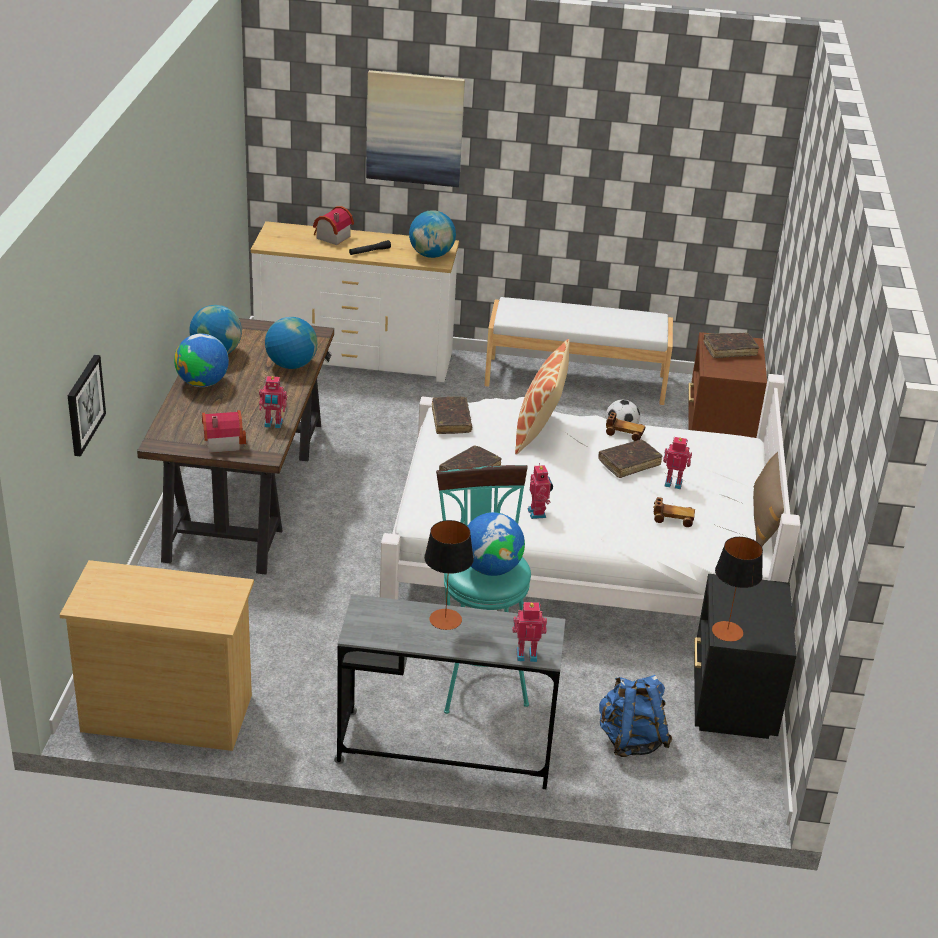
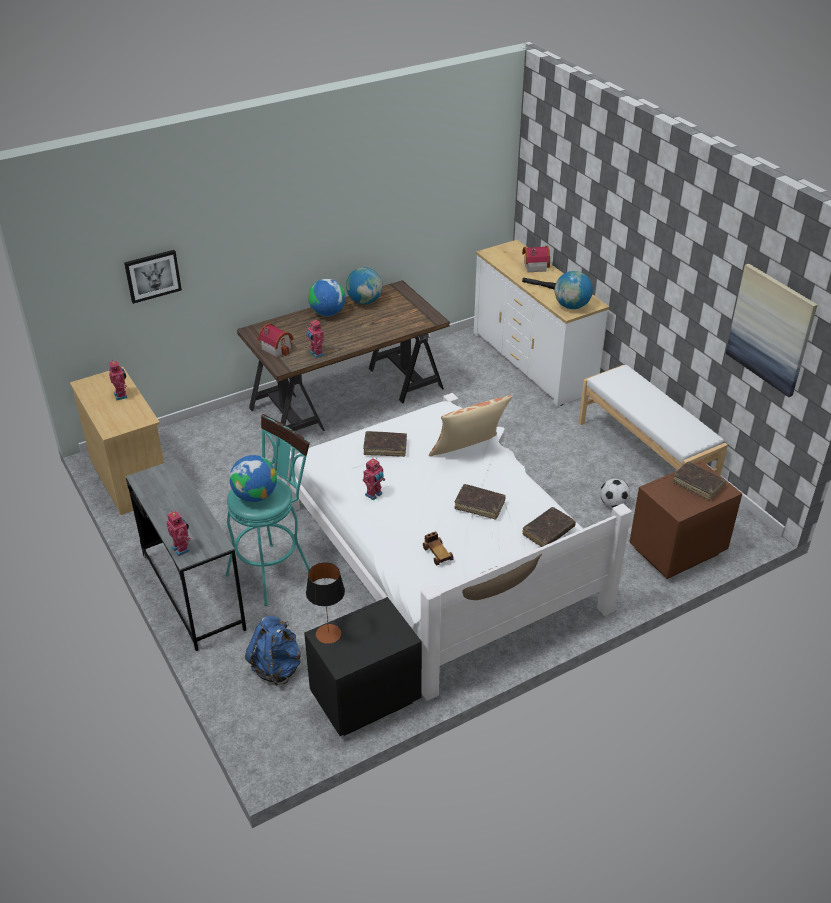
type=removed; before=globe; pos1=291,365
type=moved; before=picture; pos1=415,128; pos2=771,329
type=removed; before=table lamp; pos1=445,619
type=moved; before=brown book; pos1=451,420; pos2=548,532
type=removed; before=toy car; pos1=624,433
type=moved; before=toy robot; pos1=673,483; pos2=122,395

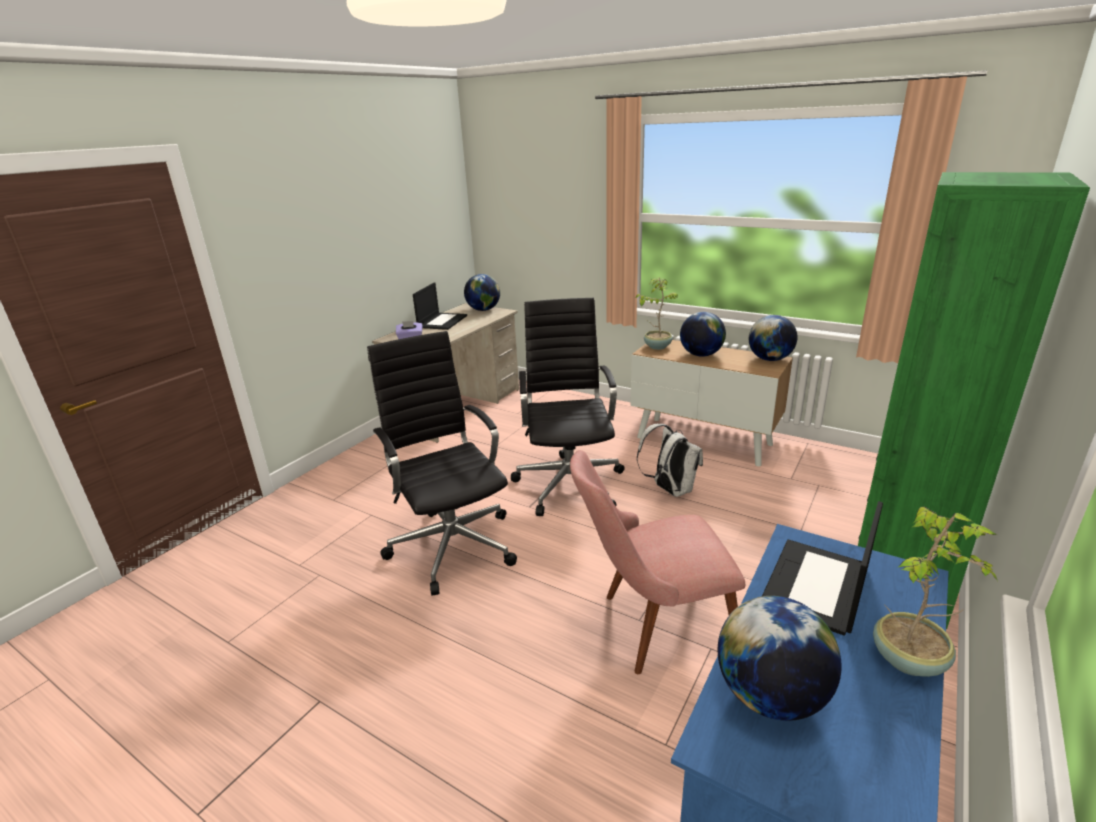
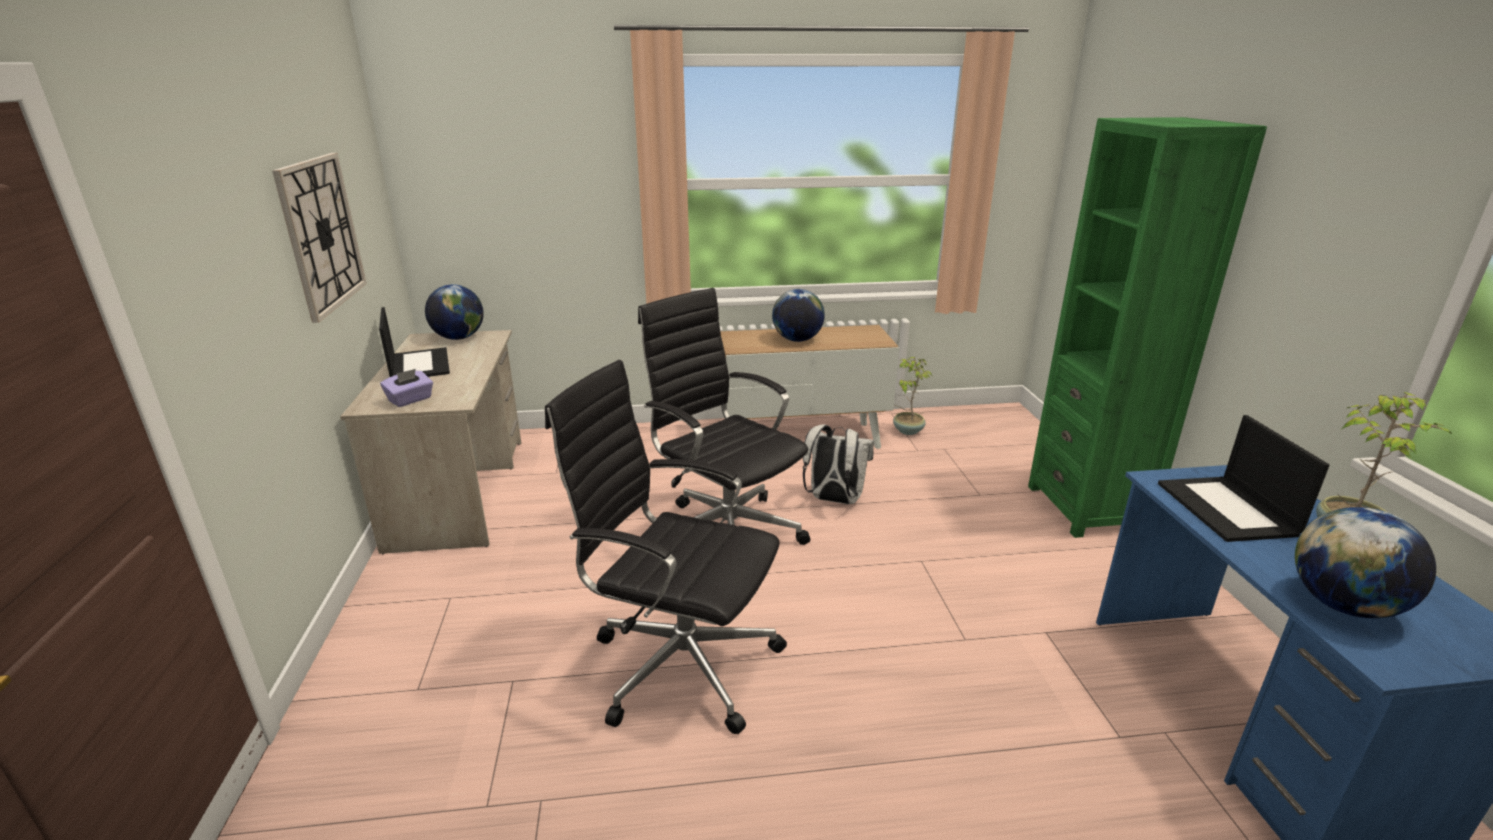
type=removed; before=pink chair; pos1=652,627
type=moved; before=potted plant; pos1=657,346; pos2=907,431
type=removed; before=globe; pos1=770,359
type=added; after=wall clock; pos2=322,234

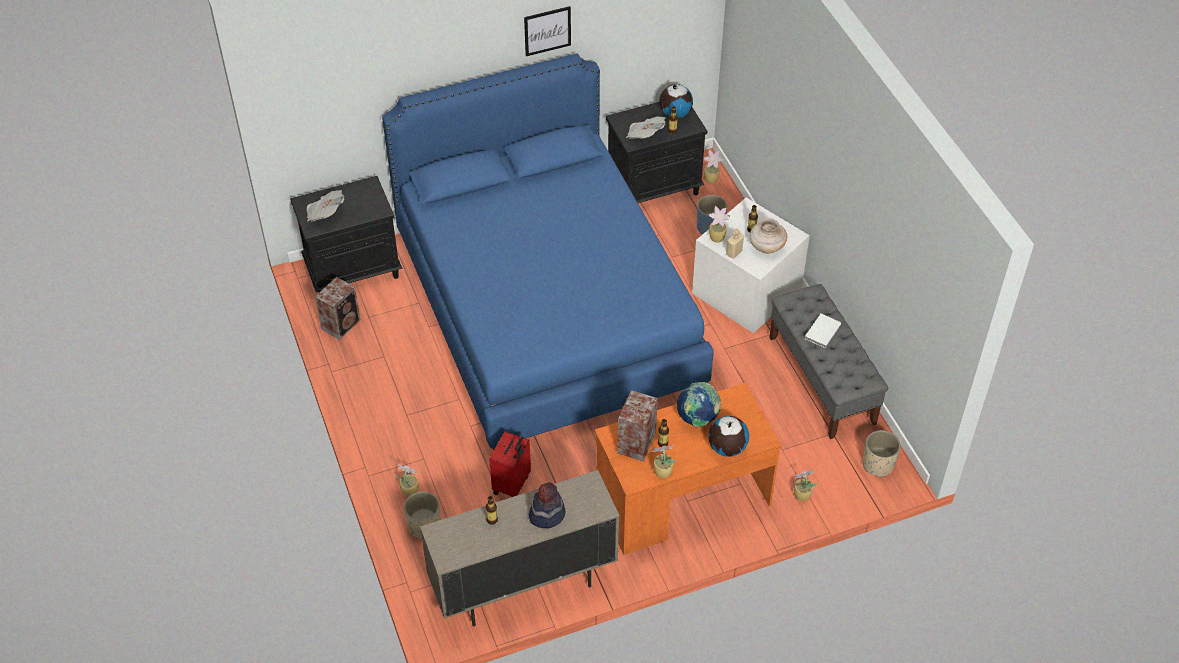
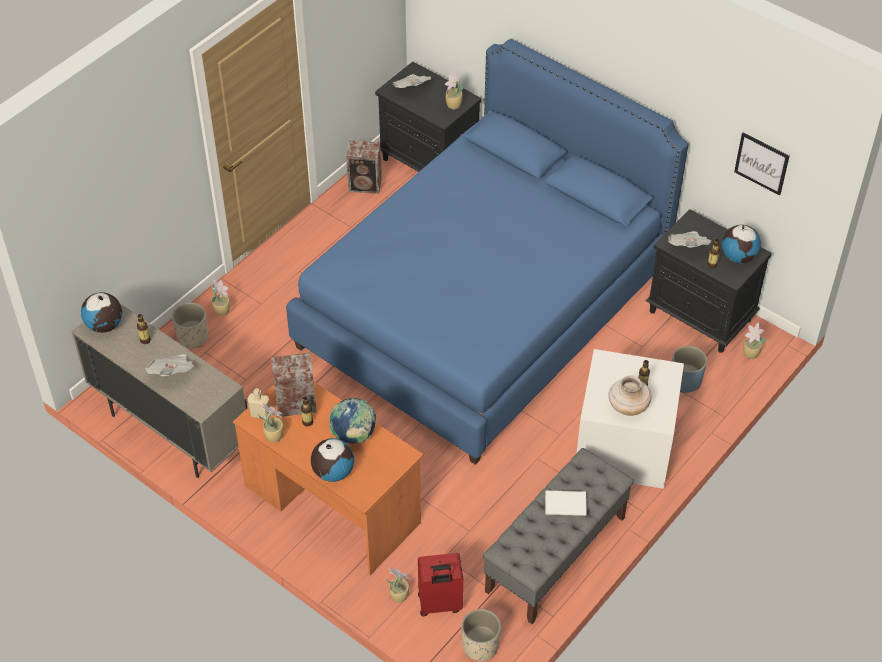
type=moved; before=red suitcase; pos1=512,485; pos2=439,604
type=moved; before=picture; pos1=547,30; pos2=761,163
type=replaced; before=hat; after=newspaper; pos1=546,514; pos2=172,373
type=moved; before=potted plant; pos1=717,238; pos2=453,106
type=moved; before=beige bottle; pos1=734,253; pos2=260,414
type=added; after=globe; pos2=105,325

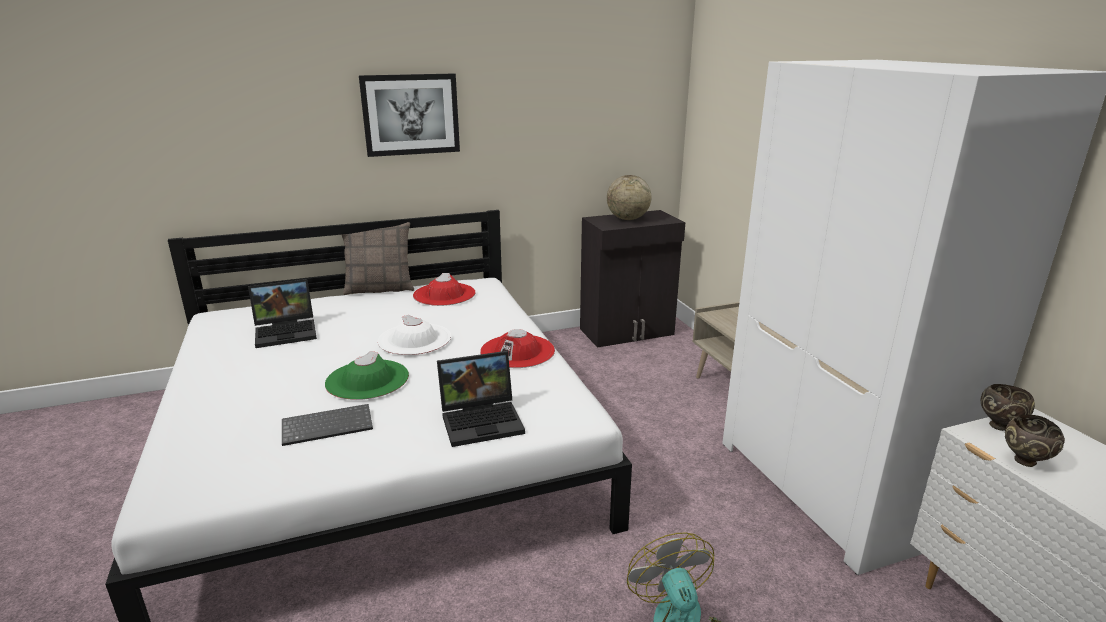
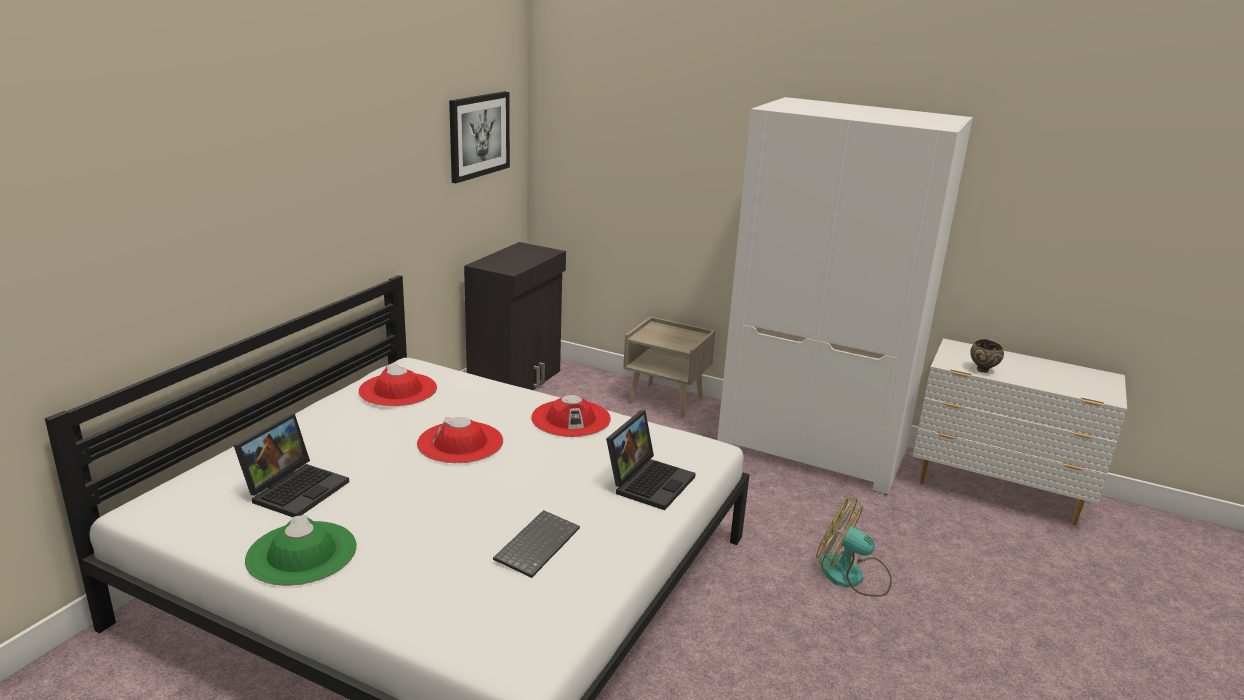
type=moved; before=green hat; pos1=367,380; pos2=301,553
type=removed; before=pillow; pos1=380,289
type=moved; before=picture; pos1=411,114; pos2=479,135
type=recoloured; before=white hat; after=red hat; pos1=414,339; pos2=460,442
type=removed; before=globe; pos1=627,219
type=removed; before=brown bowl; pos1=1000,426

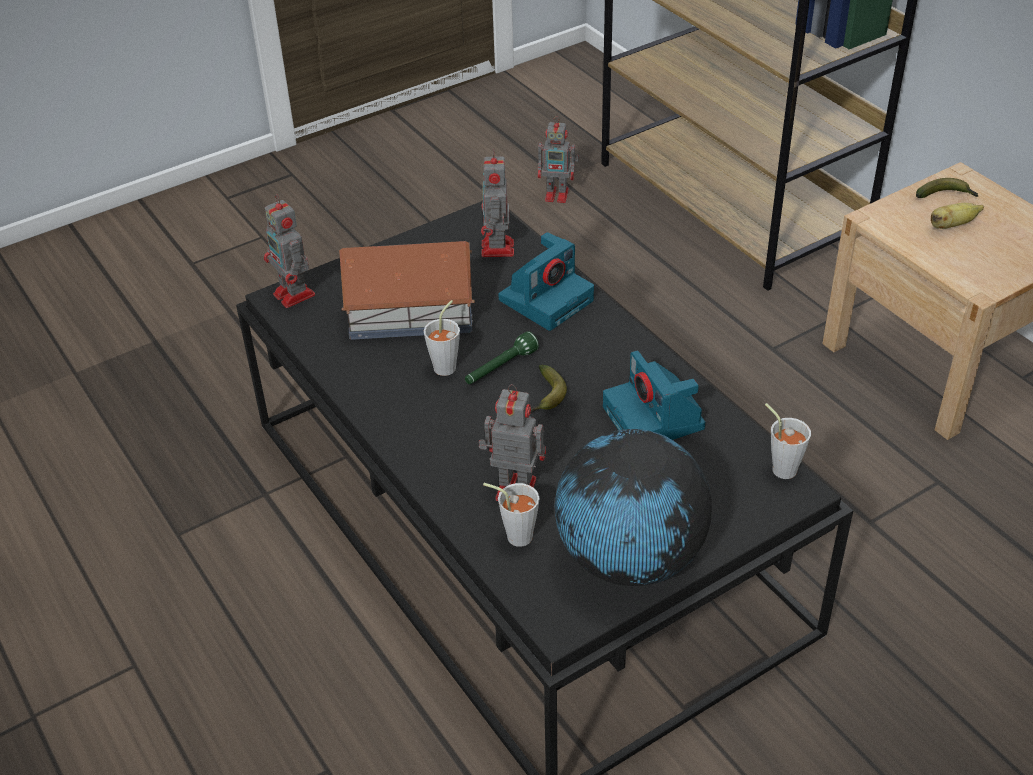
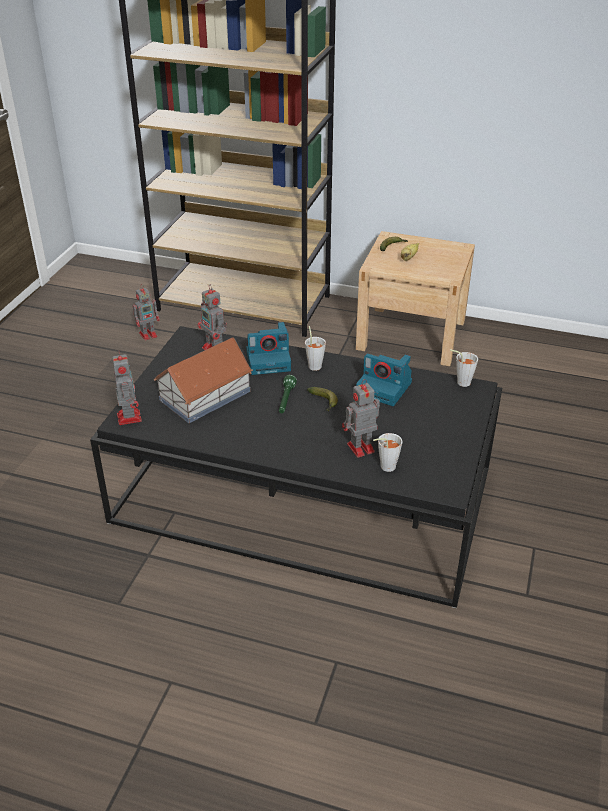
type=turned; before=toy robot; pos1=295,296; pos2=129,416; turn=-120
type=moved; before=grey cup; pos1=447,365; pos2=314,365
type=turned; before=photo camera; pos1=546,299; pos2=269,360; turn=75
type=removed; before=globe; pos1=629,558

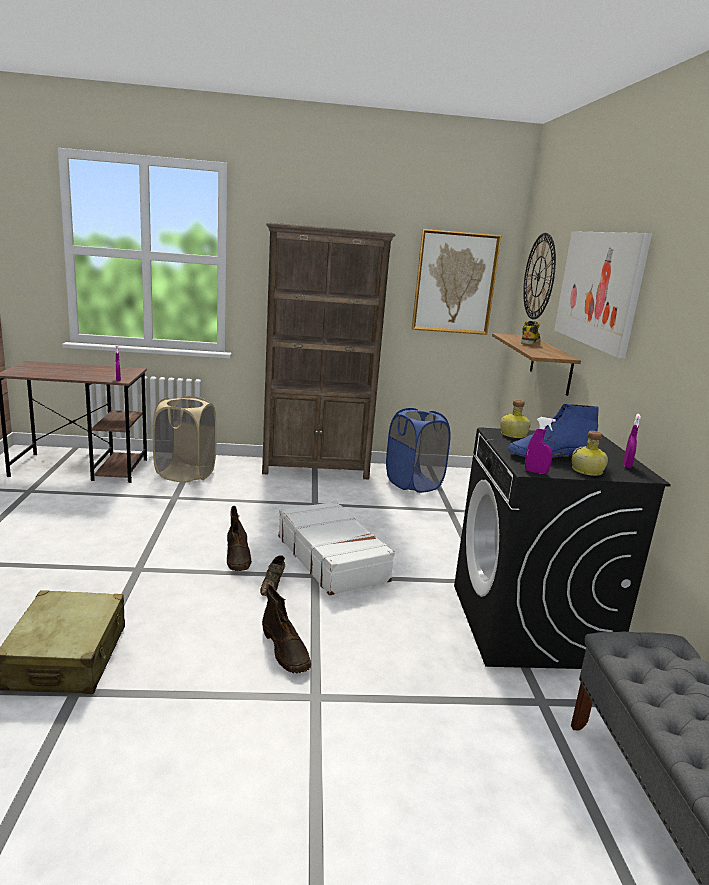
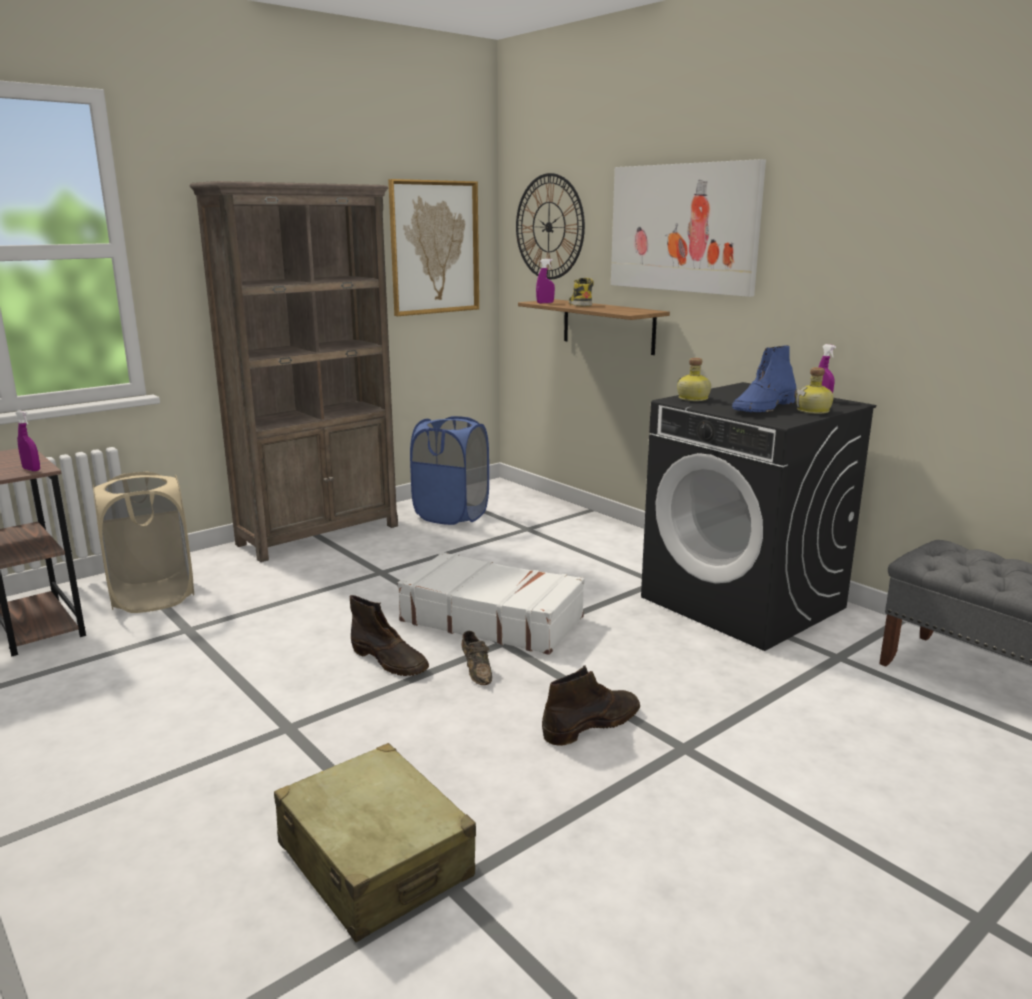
type=turned; before=brown boot; pos1=286,650; pos2=592,724; turn=-60
type=moved; before=purple spray bottle; pos1=536,472; pos2=545,303

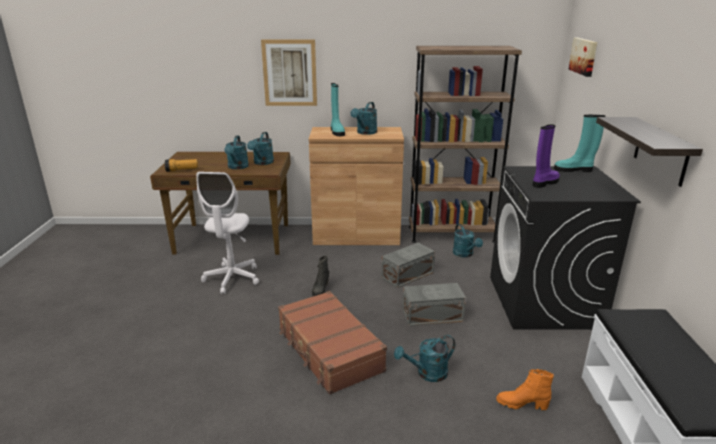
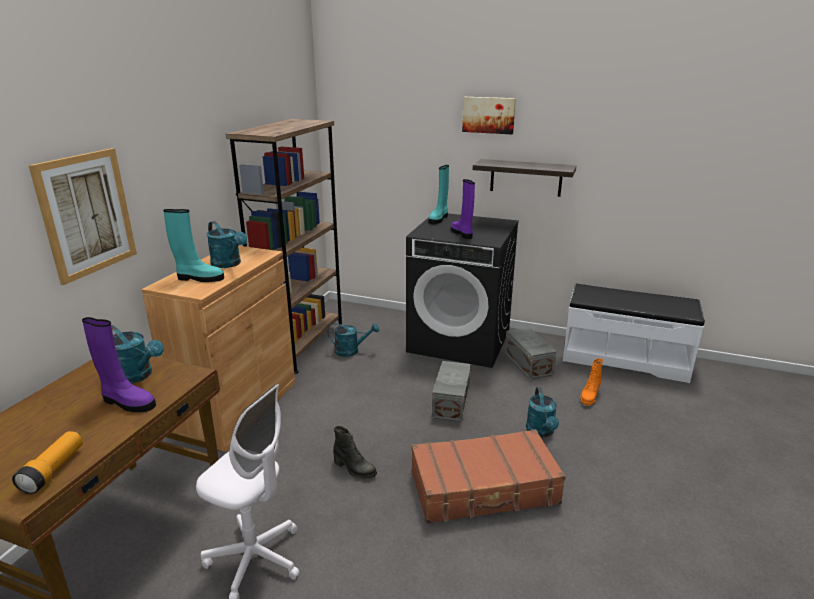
type=replaced; before=turquoise watering can; after=purple boot; pos1=237,167; pos2=127,402
type=moved; before=grey storage box; pos1=406,275; pos2=528,364
type=moved; before=picture; pos1=584,56; pos2=488,115

